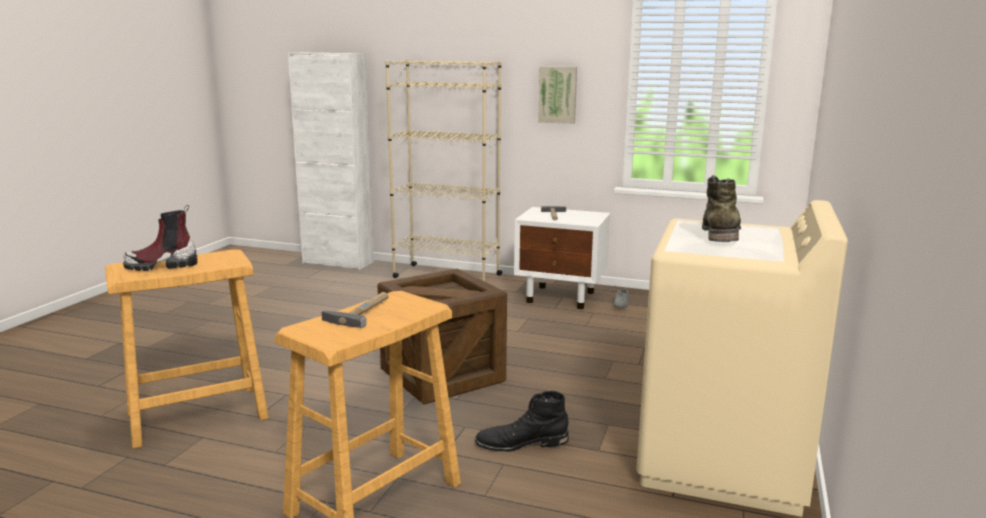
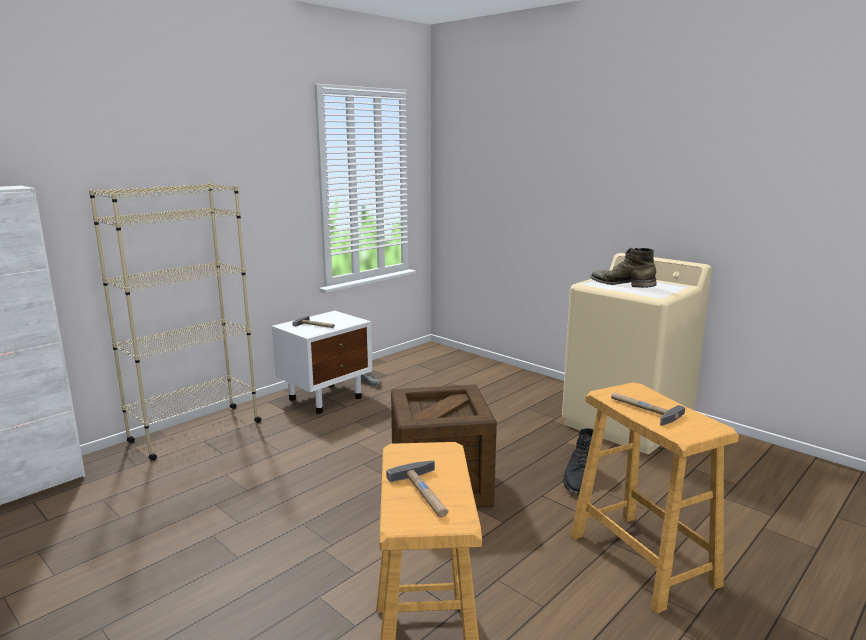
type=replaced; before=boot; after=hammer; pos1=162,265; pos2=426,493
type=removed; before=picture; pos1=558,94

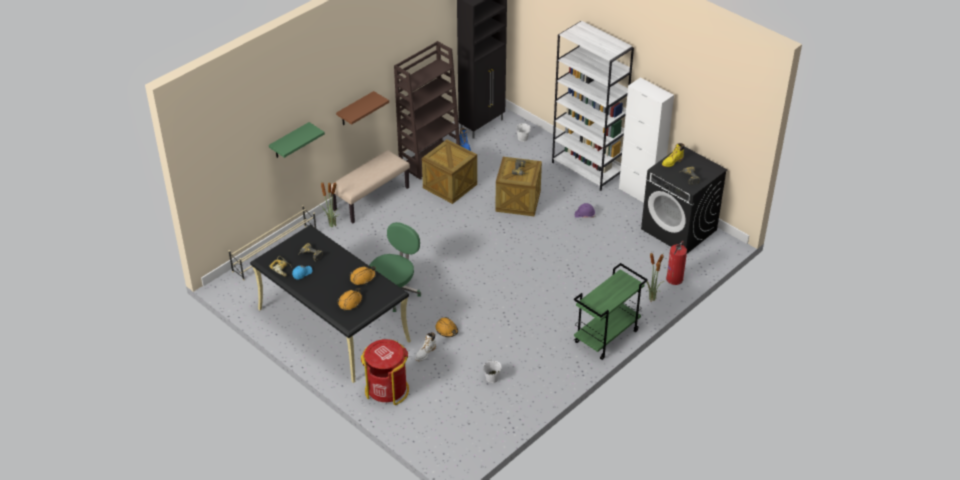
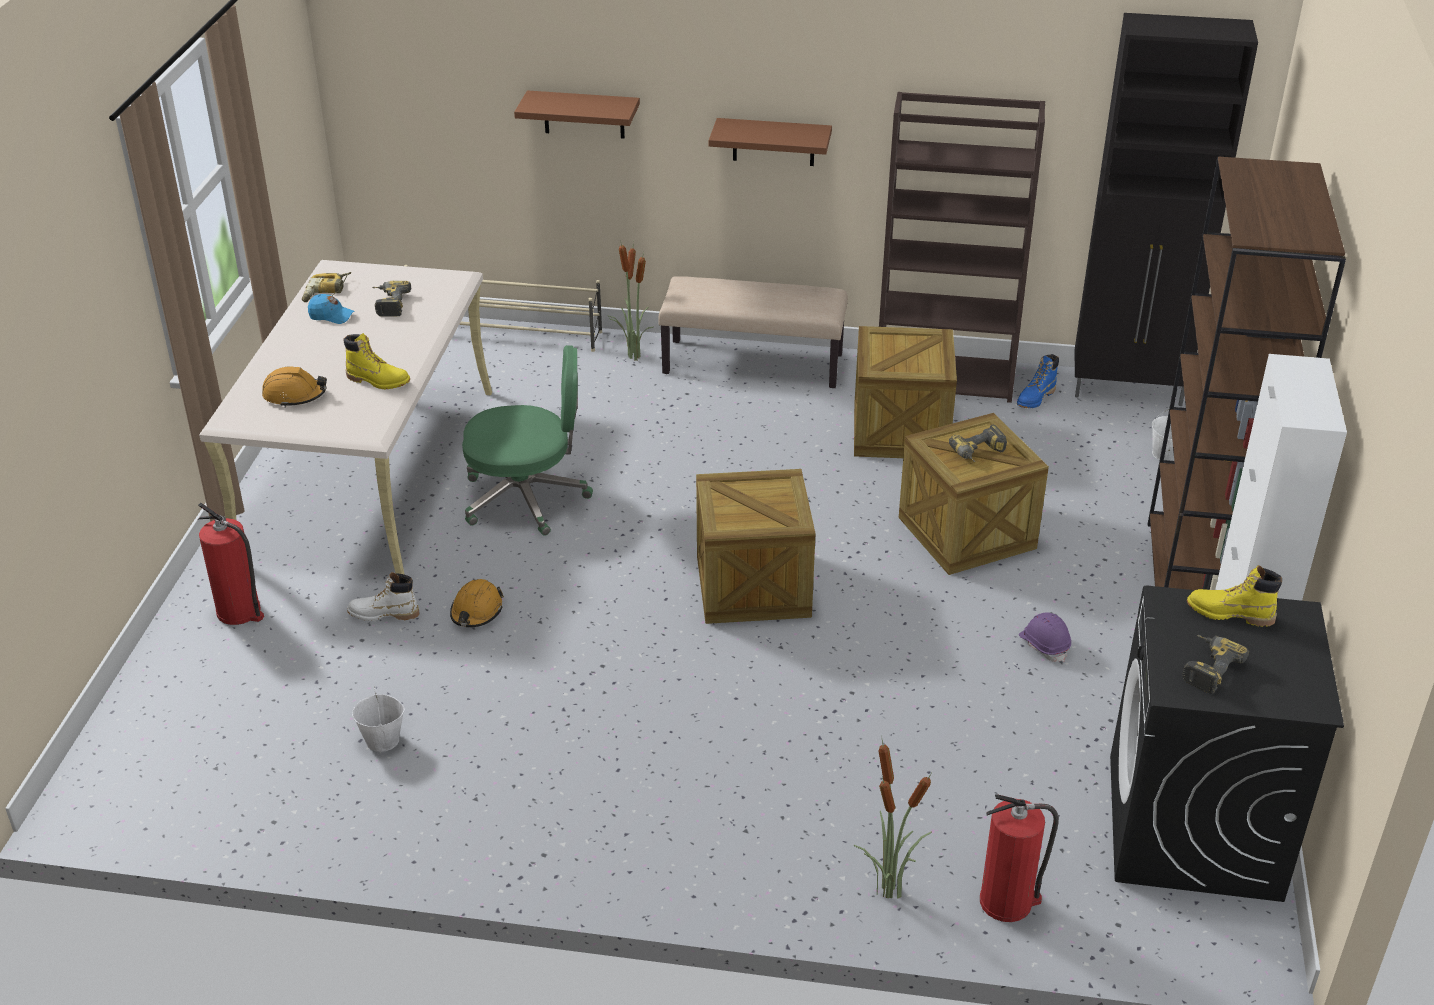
type=recoloured; before=black desk; after=beige desk; pos1=333,325; pos2=369,471
type=recoloured; before=green shelf; after=brown shelf; pos1=289,141; pos2=584,114
type=replaced; before=orange hard hat; after=yellow boot; pos1=363,278; pos2=378,381
type=replaced; before=red trash can; after=fire extinguisher; pos1=387,390; pos2=239,611
type=recoloured; before=white bookcase; after=brown bookcase; pos1=587,169; pos2=1197,582
type=removed; before=green cart; pos1=606,337
type=added; after=crate; pos2=753,586

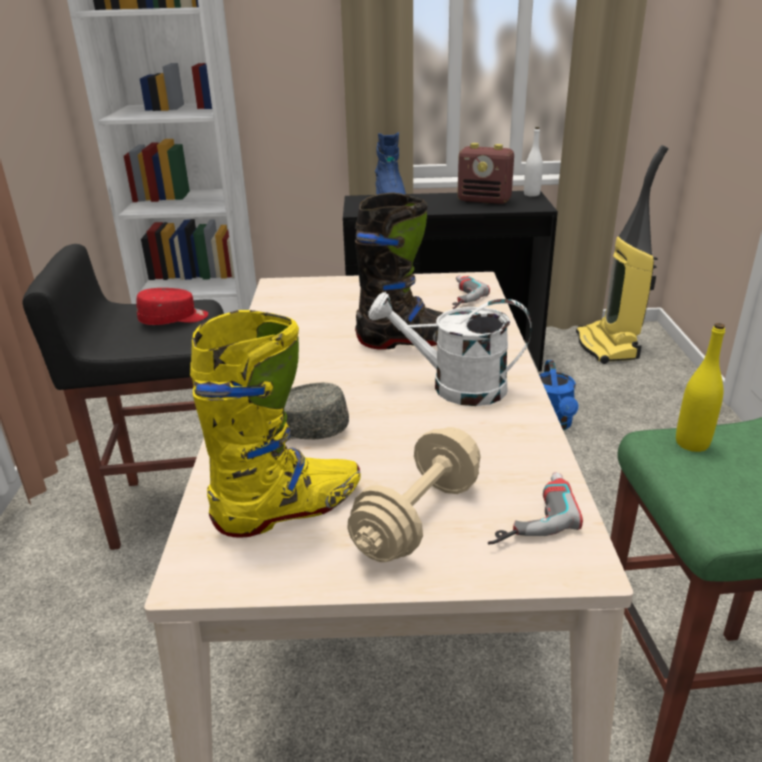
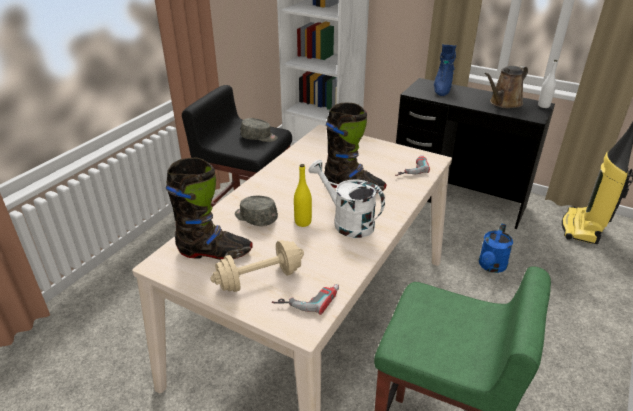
type=recoloured; before=red cap; after=grey cap; pos1=174,319; pos2=259,137
type=recoloured; before=yellow boot; after=black boot; pos1=290,509; pos2=215,253
type=replaced; before=radio; after=brown watering can; pos1=484,201; pos2=503,103
type=moved; before=yellow bottle; pos1=692,443; pos2=303,222

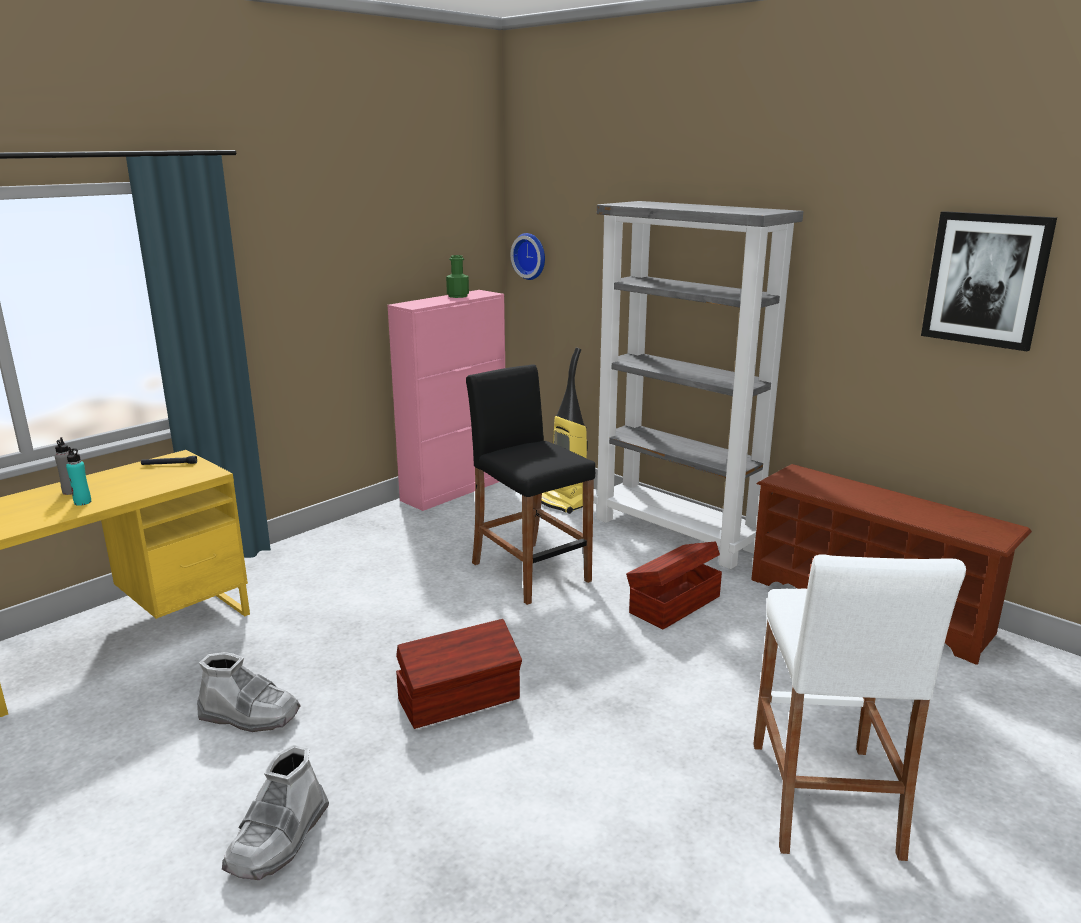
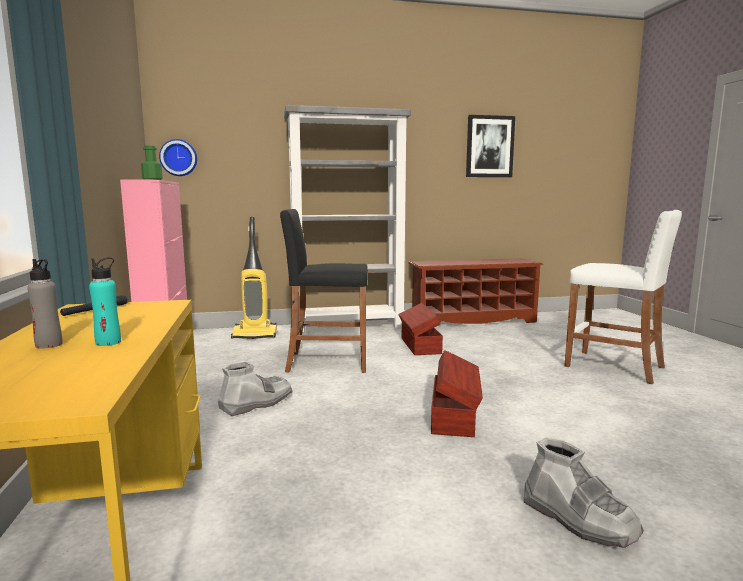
type=moved; before=grey boot; pos1=250,716; pos2=256,403

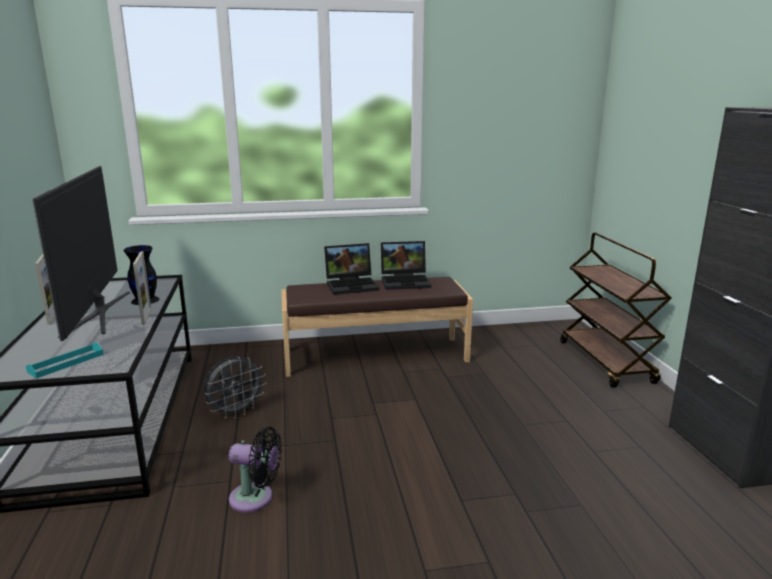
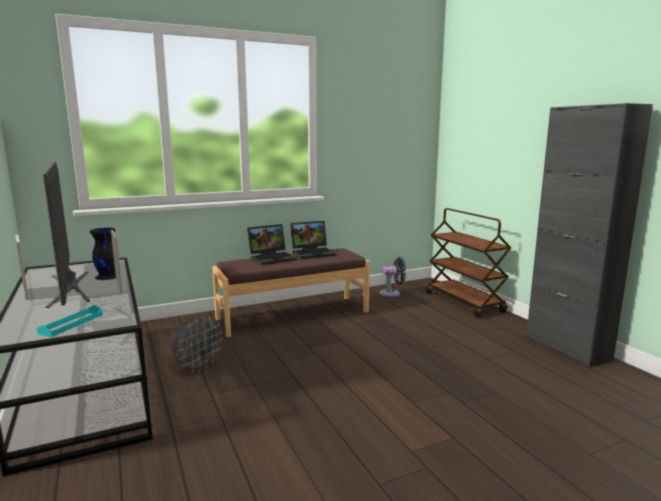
type=moved; before=black fan; pos1=256,498; pos2=392,293

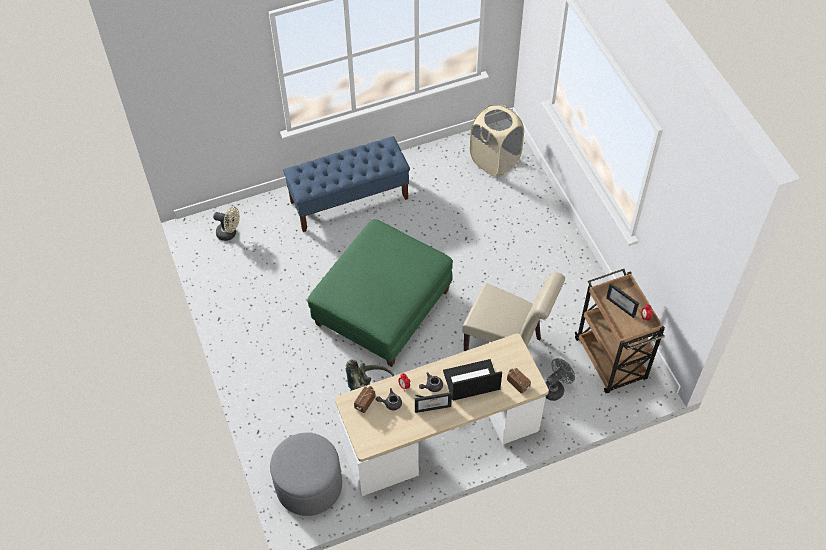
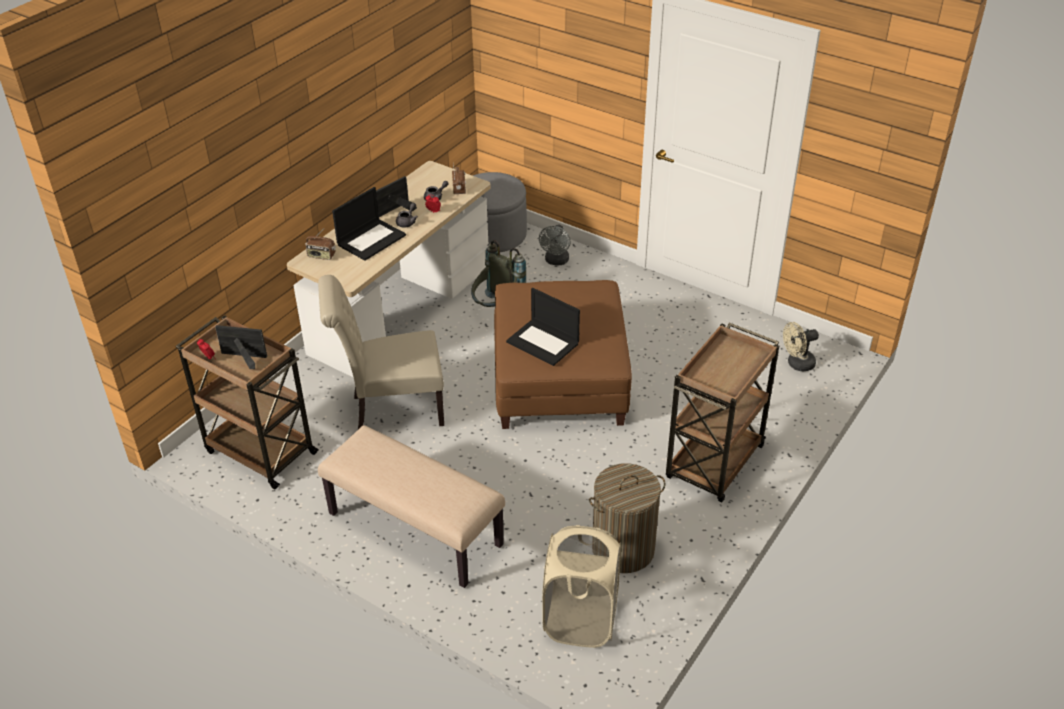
type=replaced; before=blue bench; after=brown cart; pos1=349,200; pos2=714,464
type=recoloured; before=green ottoman; after=brown ottoman; pos1=383,307; pos2=558,379
type=moved; before=grey fan; pos1=555,388; pos2=556,261
type=added; after=beige bench; pos2=413,529
type=added; after=laptop; pos2=544,342
type=added; after=laundry basket; pos2=623,549

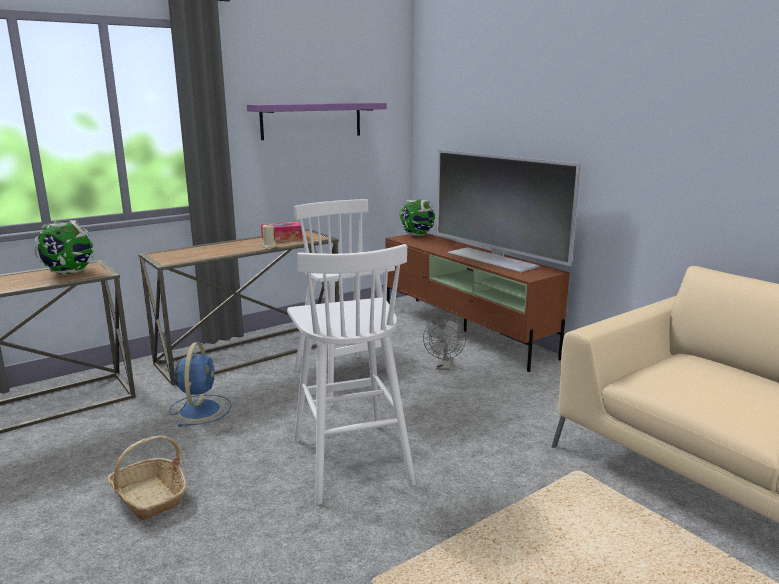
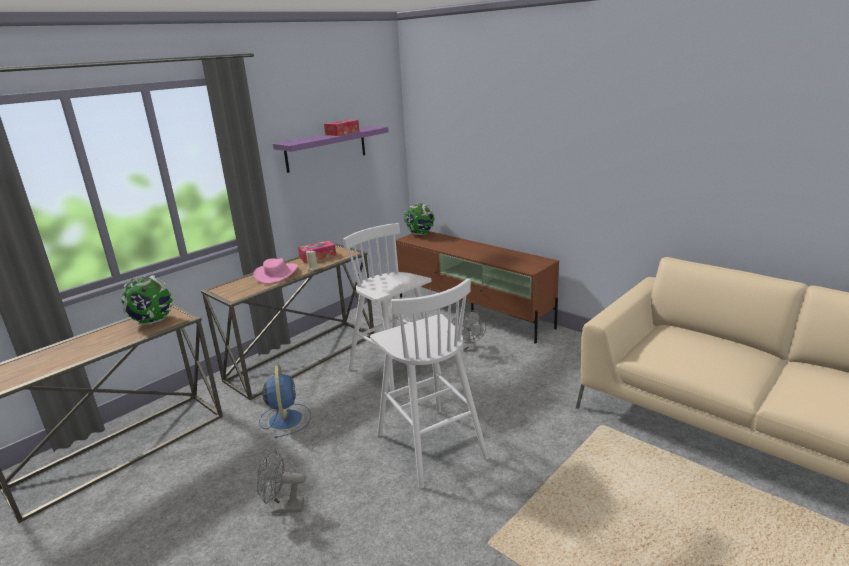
type=replaced; before=basket; after=grey fan; pos1=150,498; pos2=283,507
type=removed; before=television; pos1=493,259
type=added; after=pink hat; pos2=277,274
type=added; after=tissue box; pos2=342,133

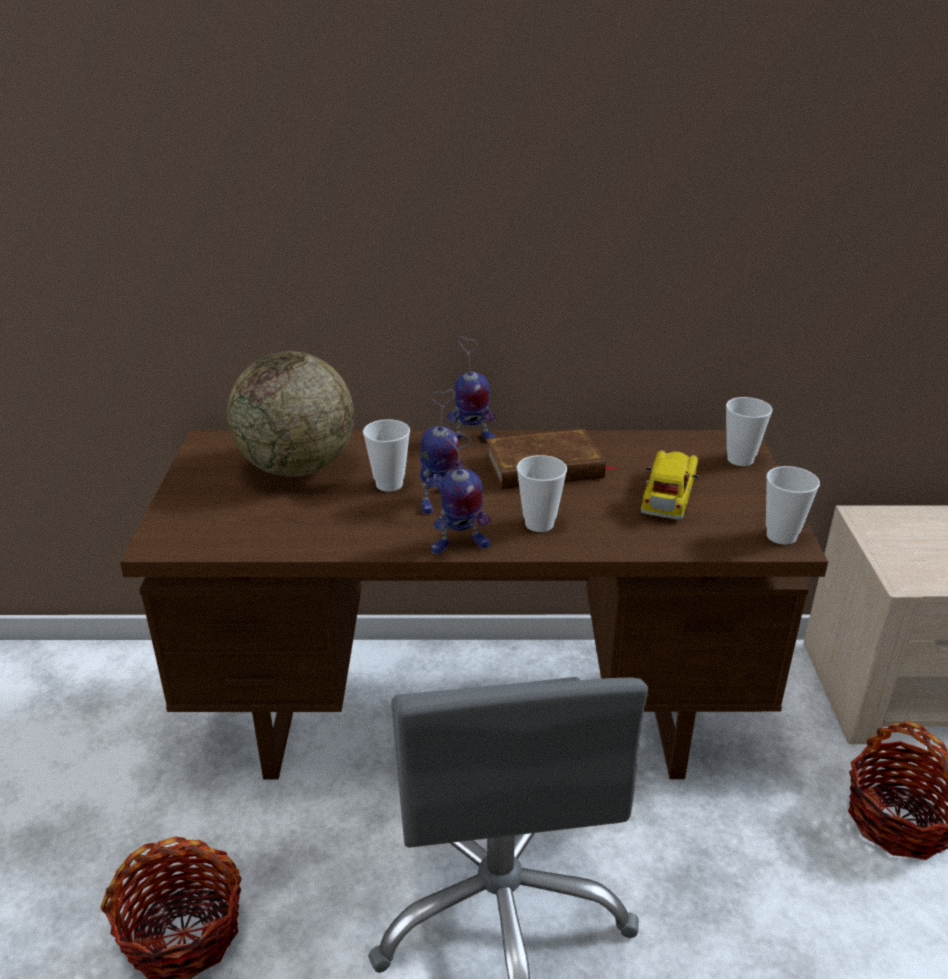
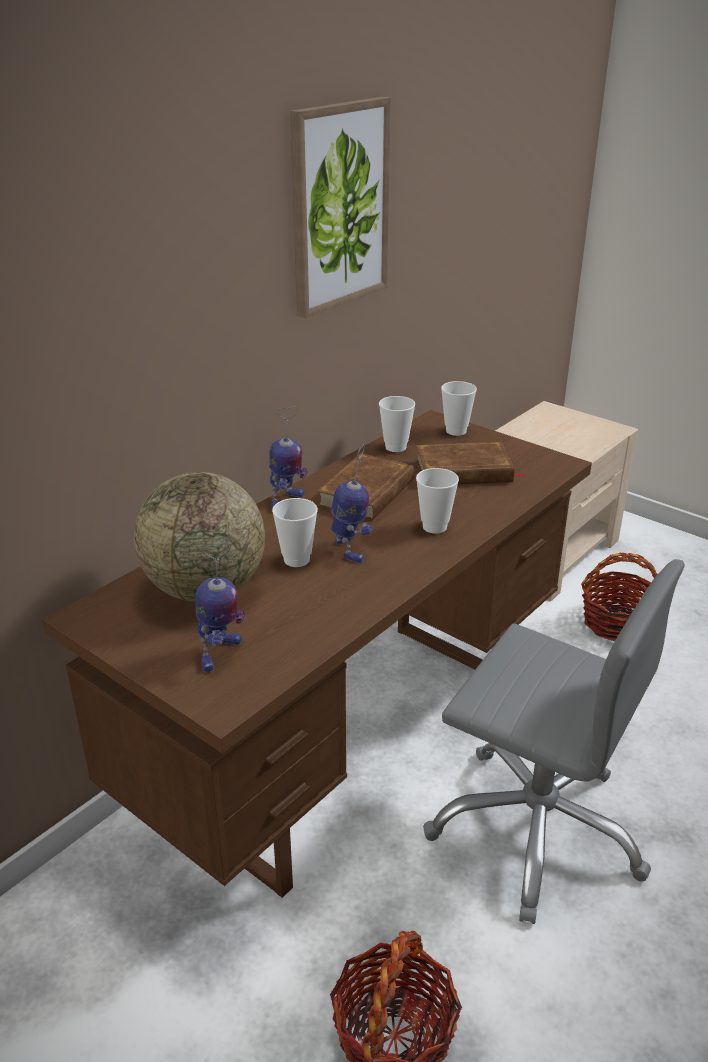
type=moved; before=toy robot; pos1=459,546; pos2=219,654
type=replaced; before=toy car; after=brown book; pos1=668,496; pos2=464,471
type=moved; before=cup; pos1=781,536; pos2=395,447
type=added; after=picture; pos2=338,206

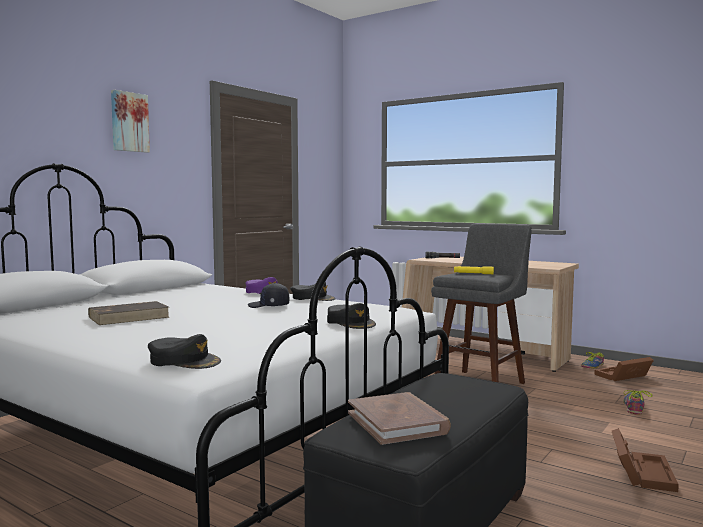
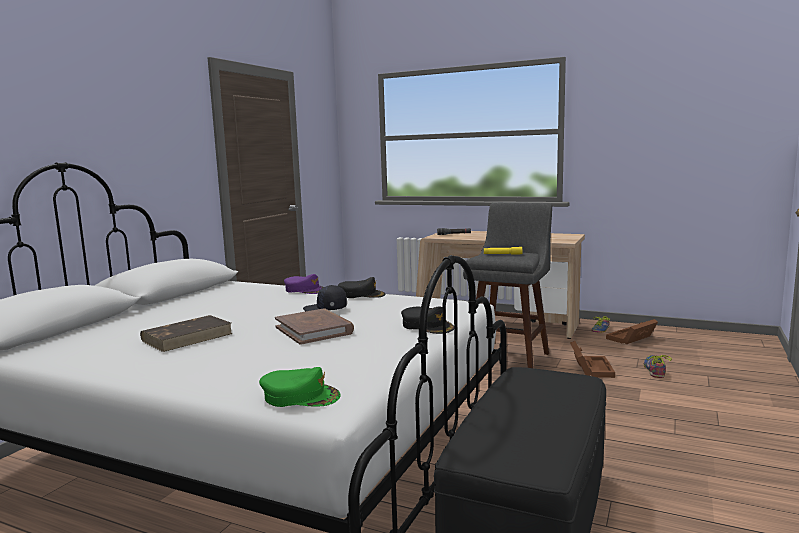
type=removed; before=picture; pos1=129,122
type=recoloured; before=black cap; after=green cap; pos1=184,361; pos2=300,396
type=moved; before=brown book; pos1=397,422; pos2=314,330
type=moved; before=brown storage box; pos1=640,472; pos2=590,368

